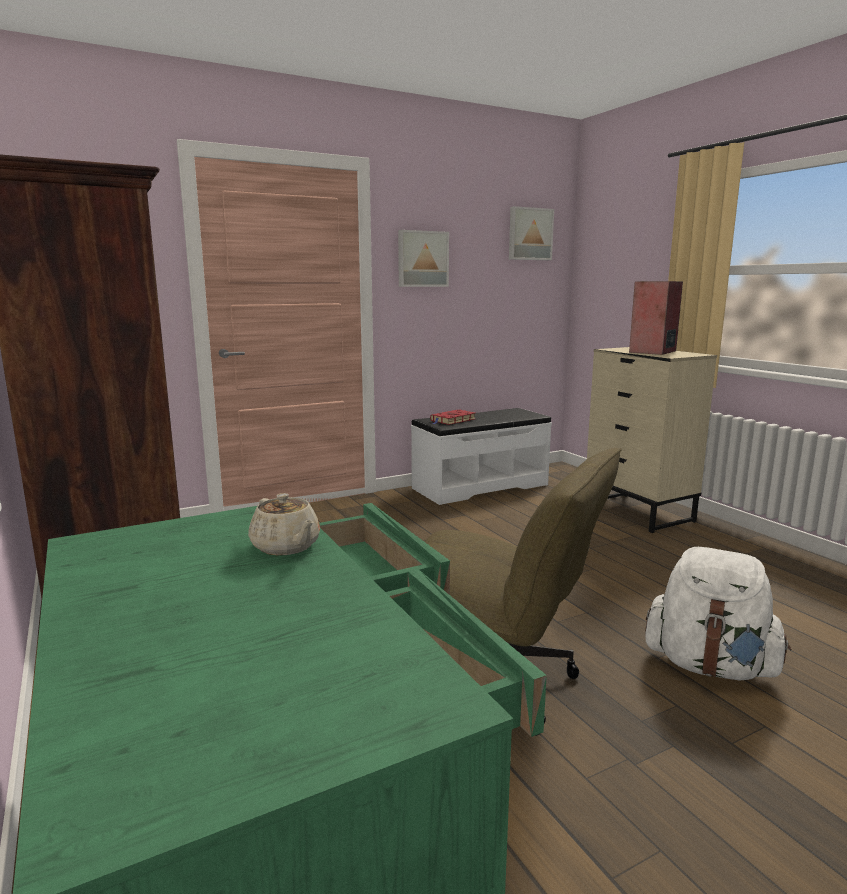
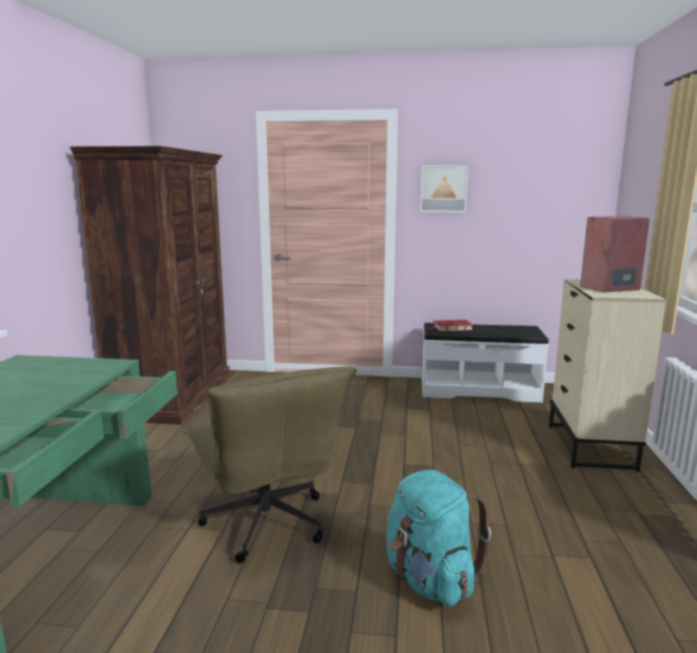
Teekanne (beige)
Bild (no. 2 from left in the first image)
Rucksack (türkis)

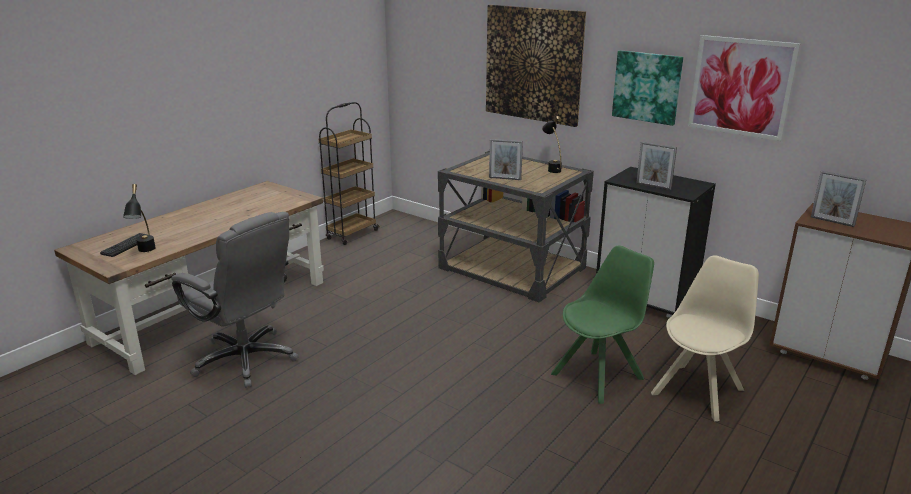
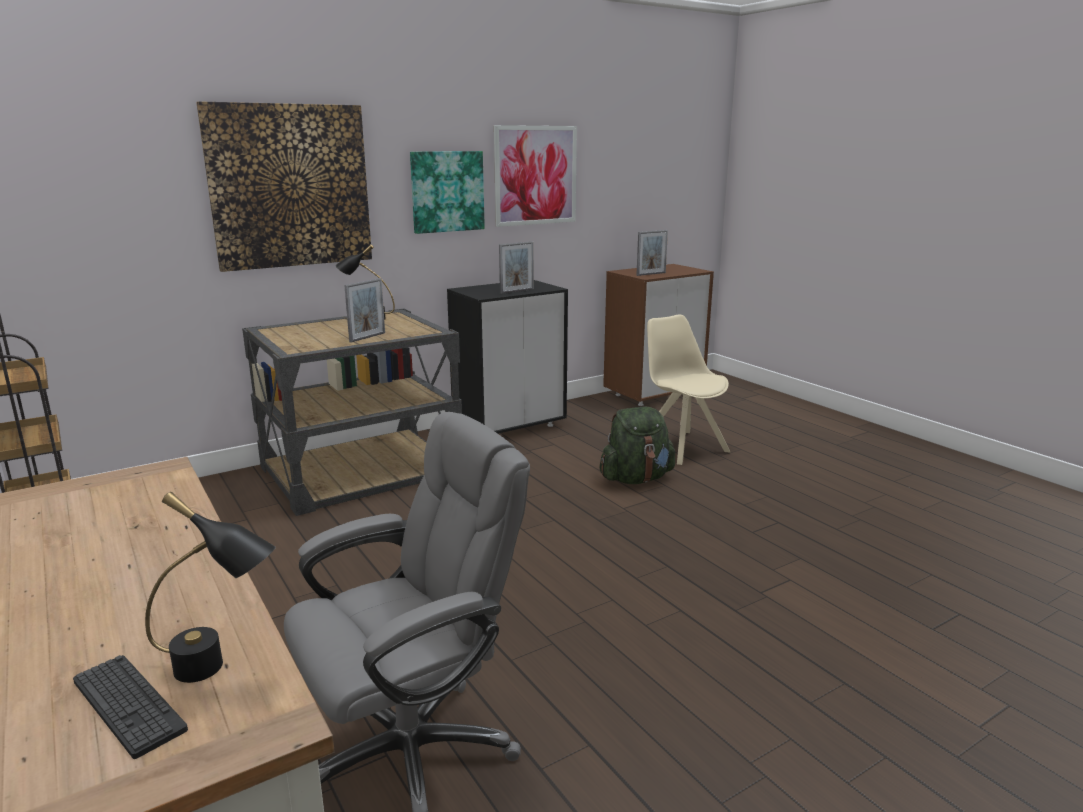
Rucksack (grün)

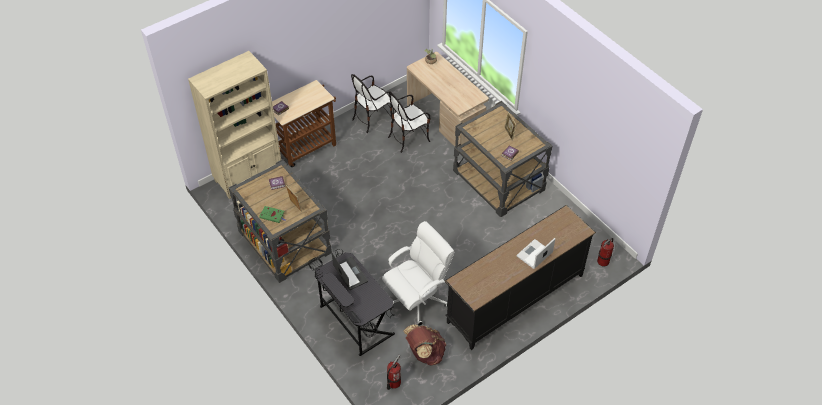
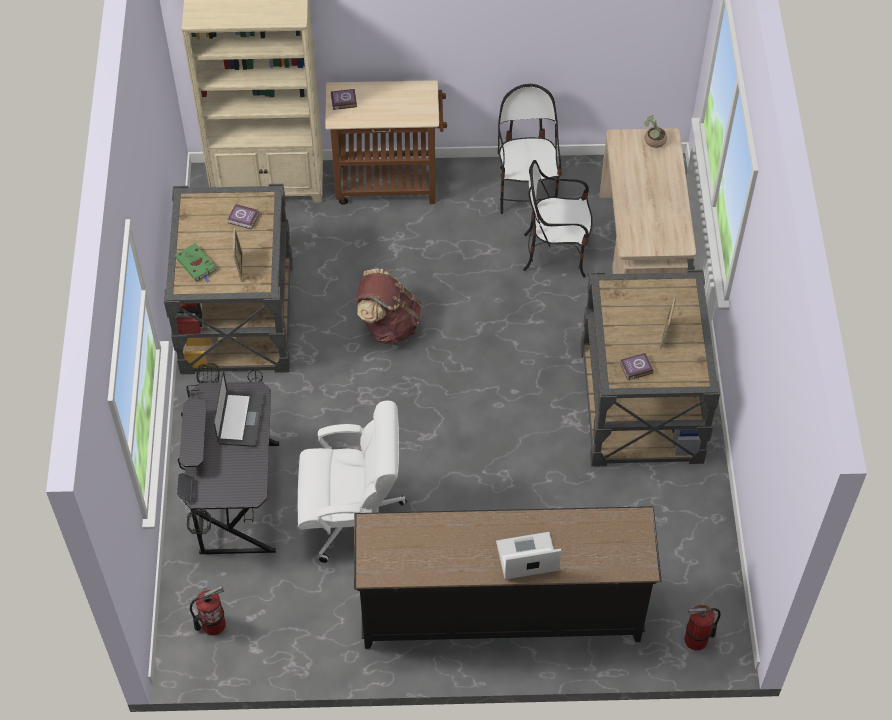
Rucksack (braun)
Stuhl (no. 1 from left)

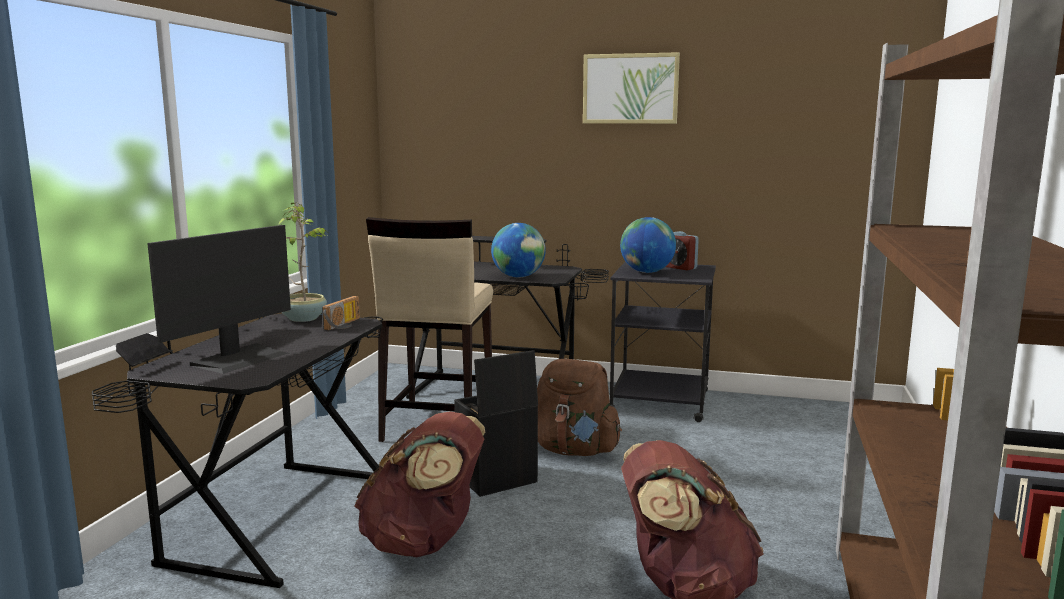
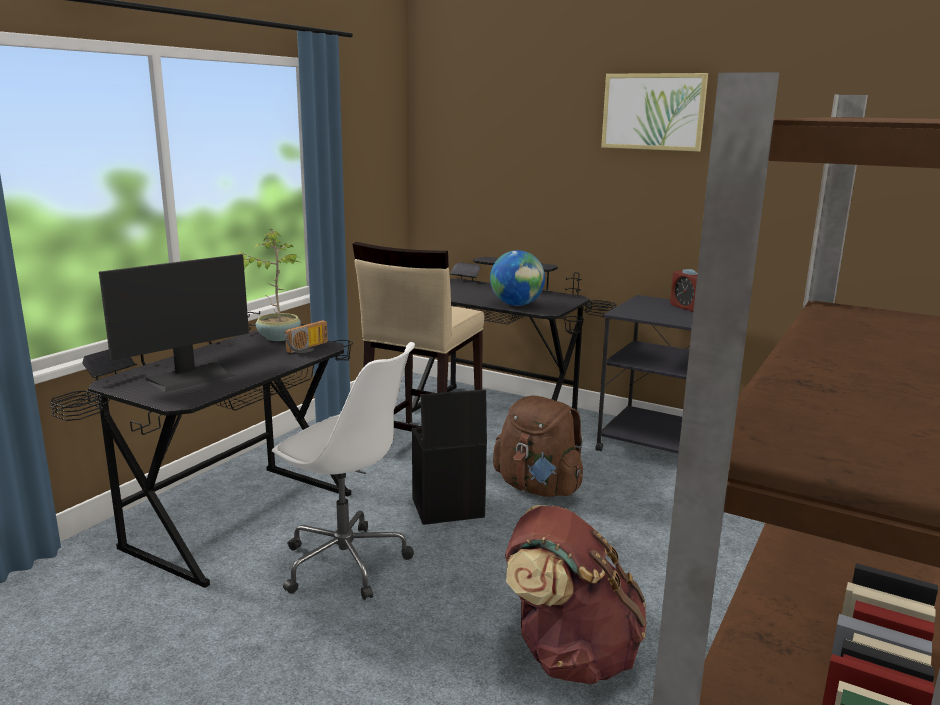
Globus (no. 2 from left in the first image)
Bürostuhl (weiß)

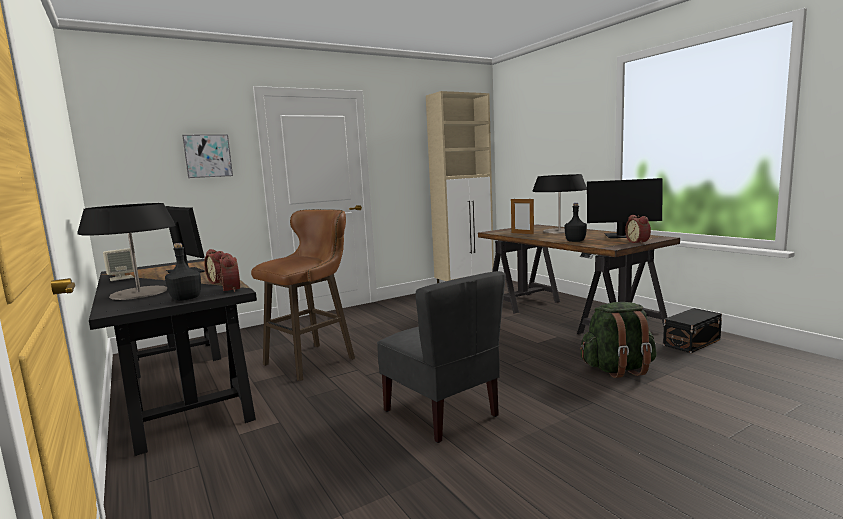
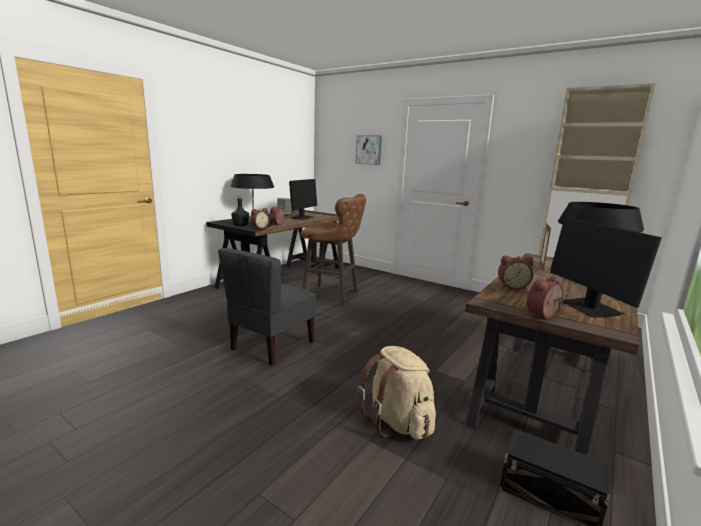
Wecker (no. 3 from left)
Rucksack (beige)

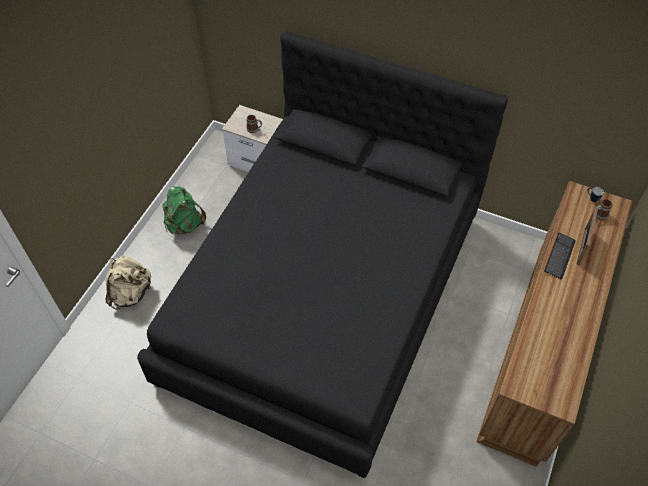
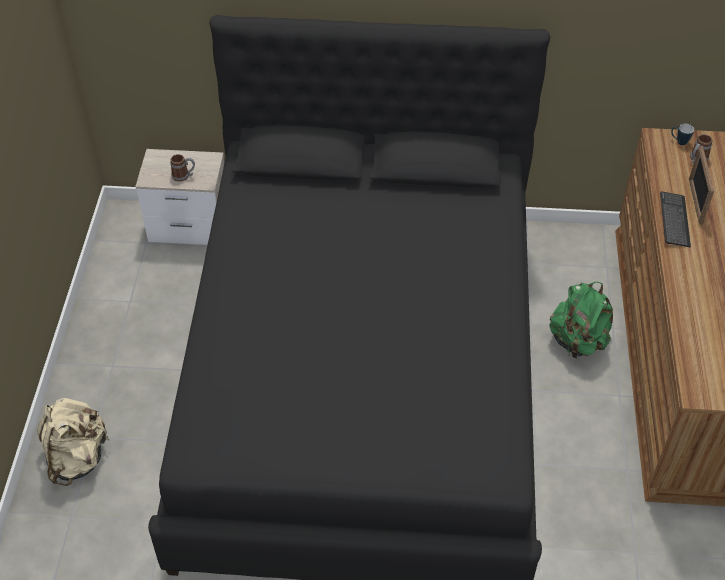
Rucksack (grün)

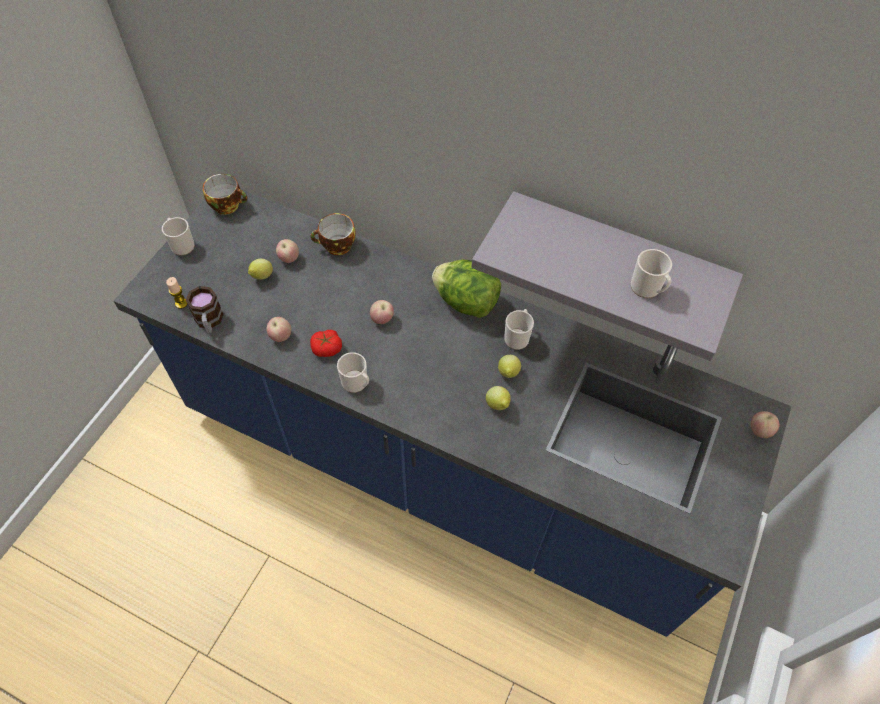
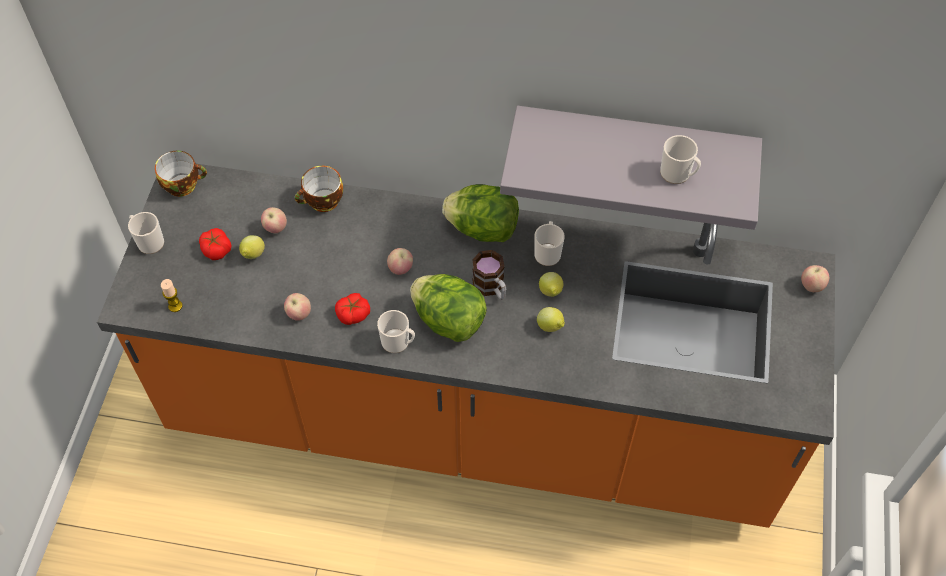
Tomate (no. 1 from left)
Salatkopf (no. 1 from left)
Henkelbecher (no. 3 from left)
Küchenzeile (orange)

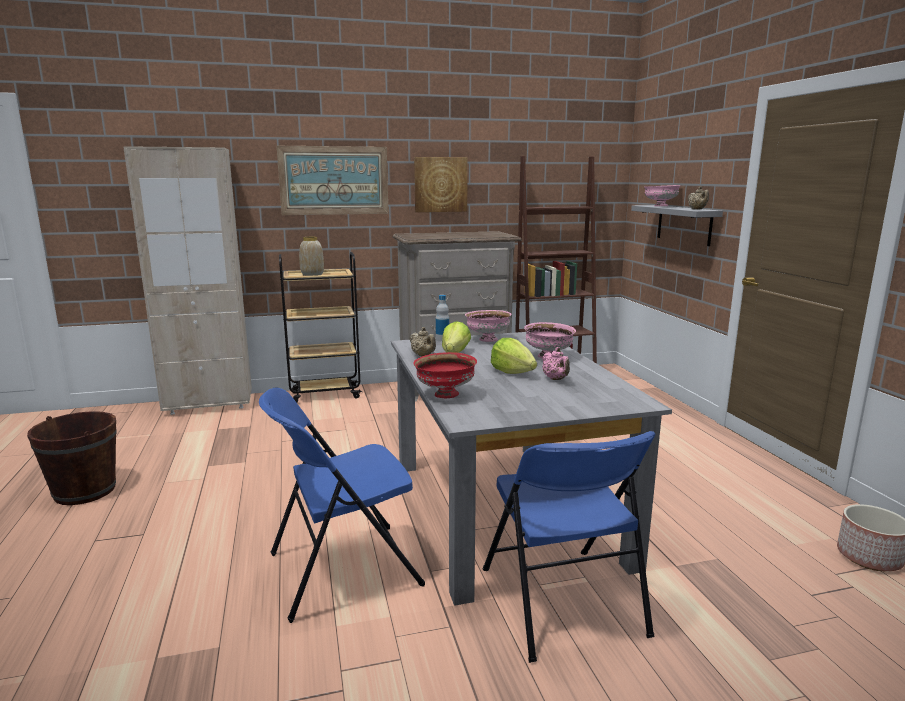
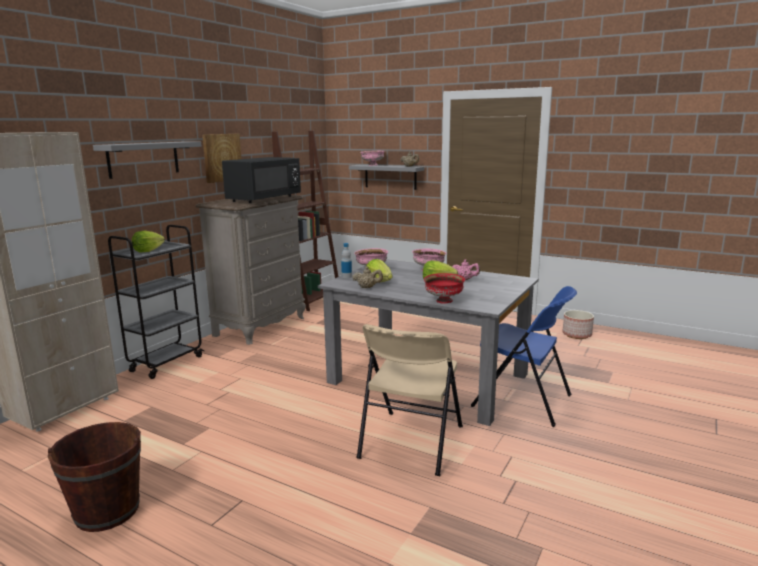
Mikrowelle (schwarz)
Wandregal (grau) (no. 1 from left)
Salatkopf (no. 1 from left)
Stuhl (beige)
Rollwagen (grau)

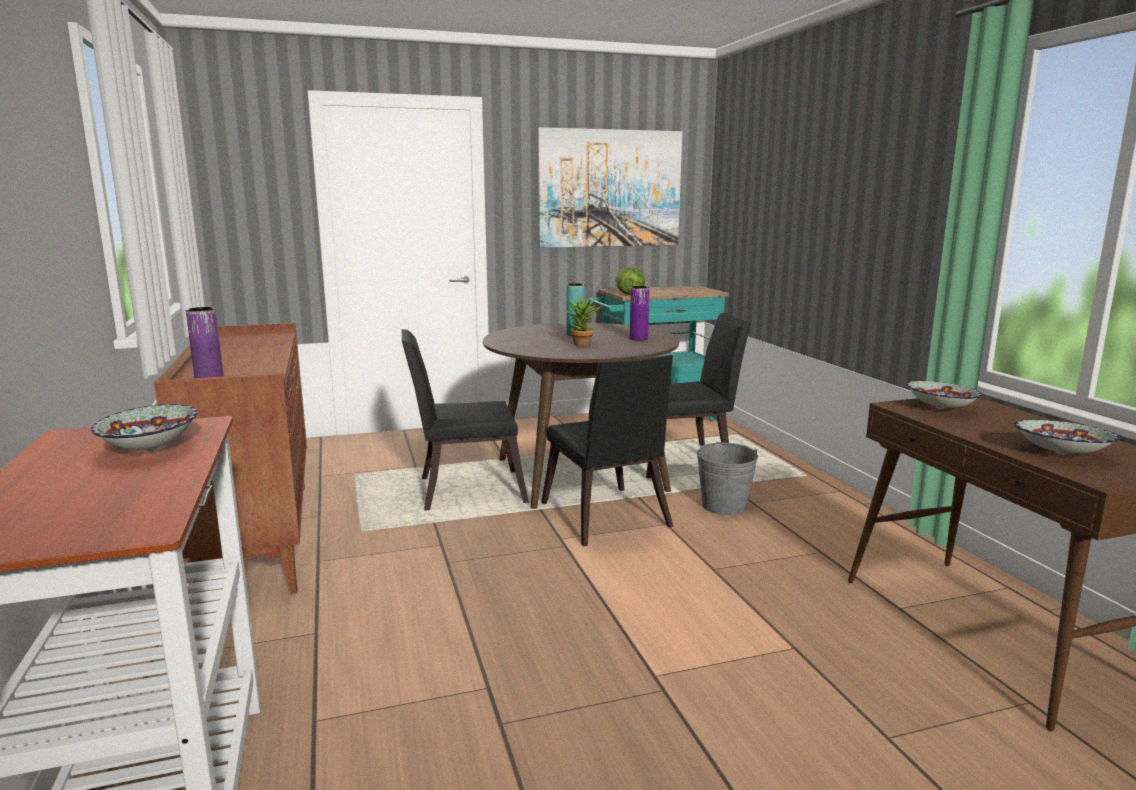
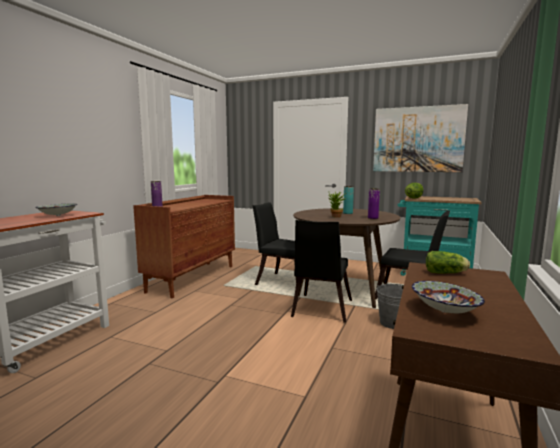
Salatkopf (no. 2 from left)

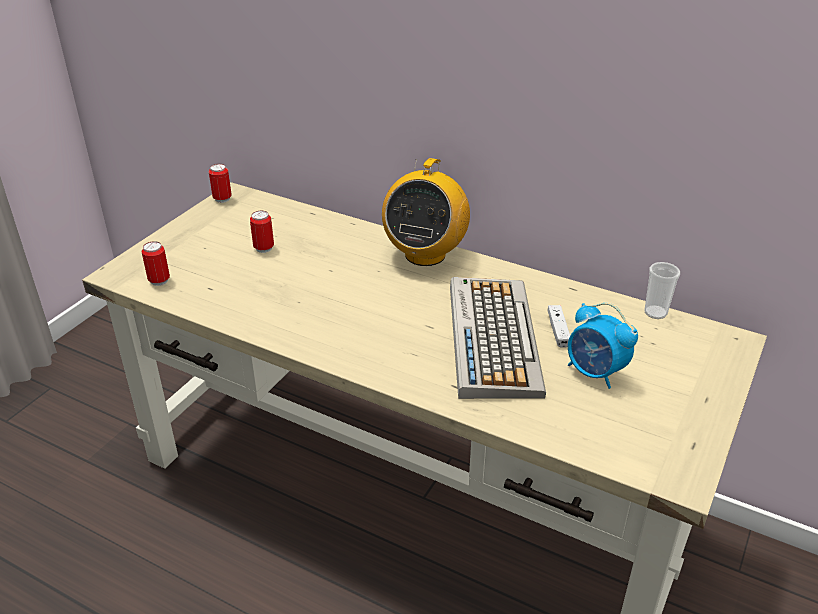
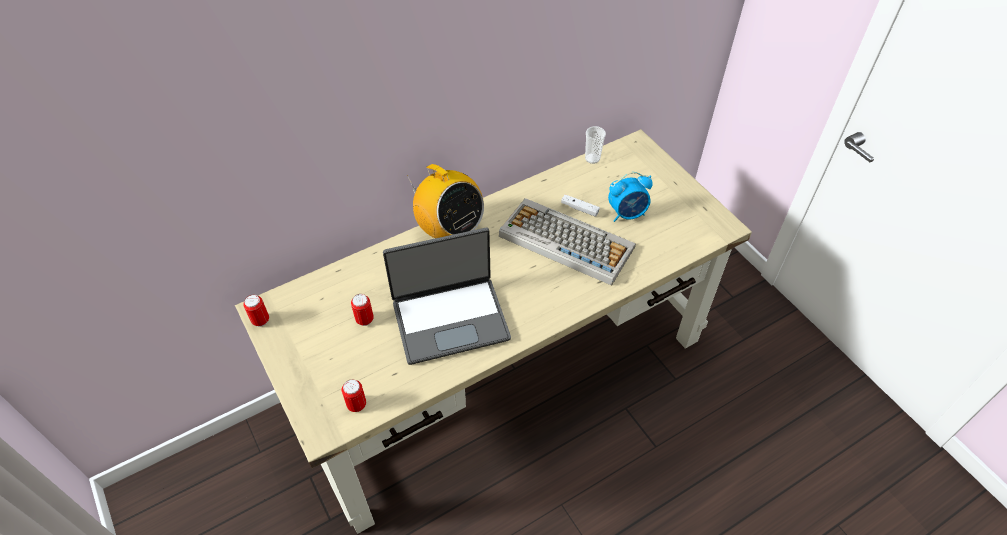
Laptop

